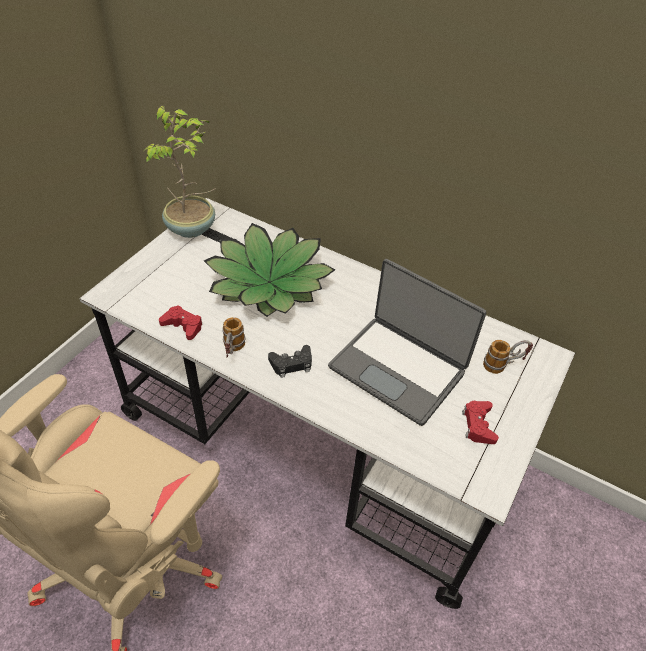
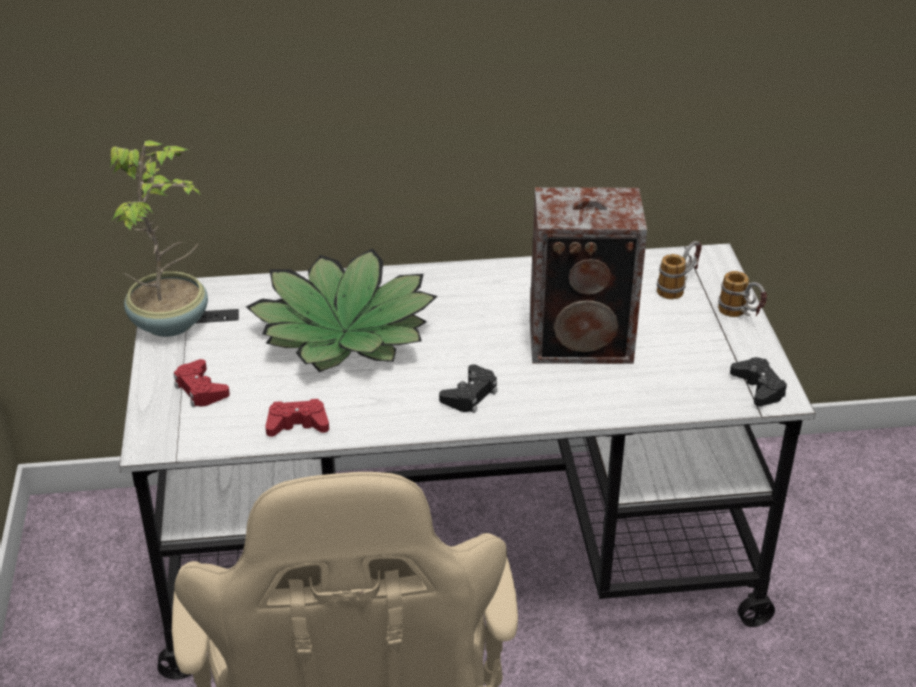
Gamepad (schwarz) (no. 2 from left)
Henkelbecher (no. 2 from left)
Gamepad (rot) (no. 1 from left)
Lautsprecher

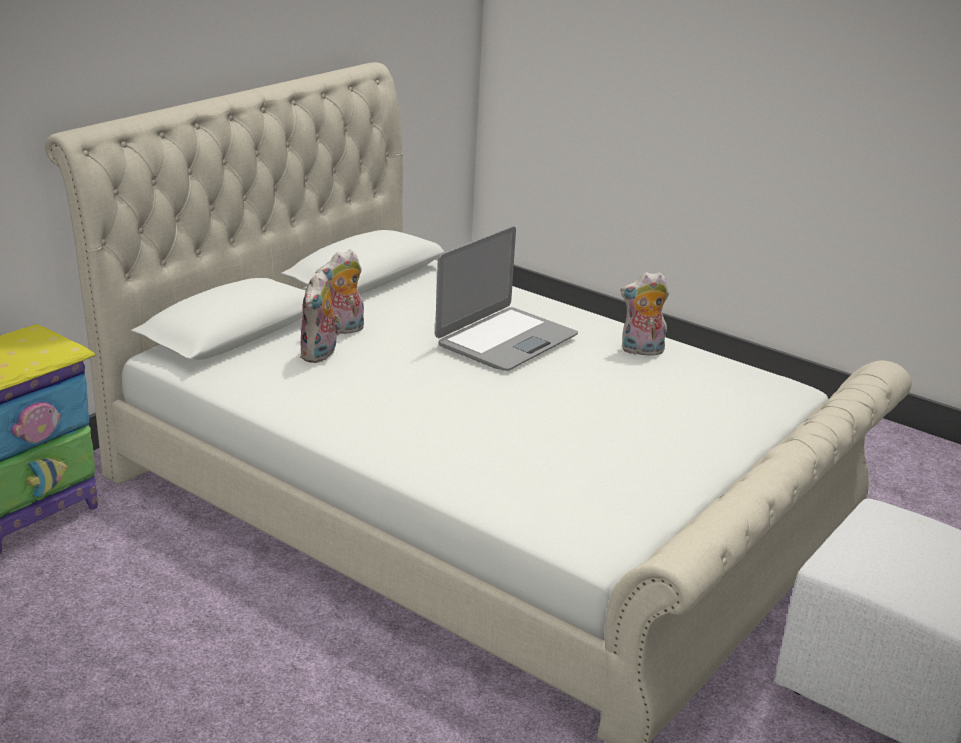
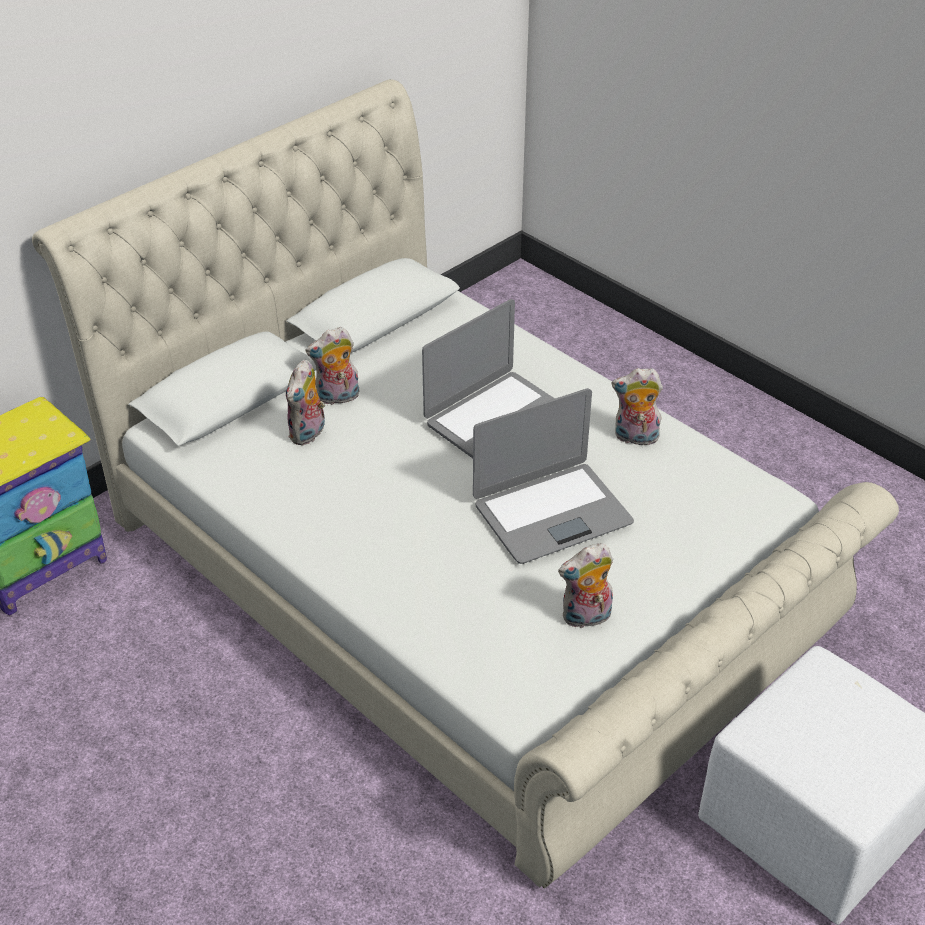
Laptop (no. 2 from left)
Plüschtier (no. 3 from left)

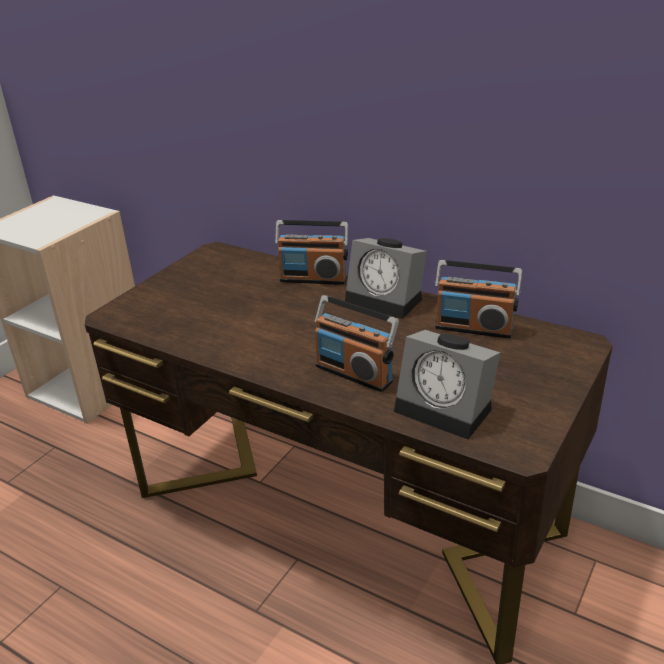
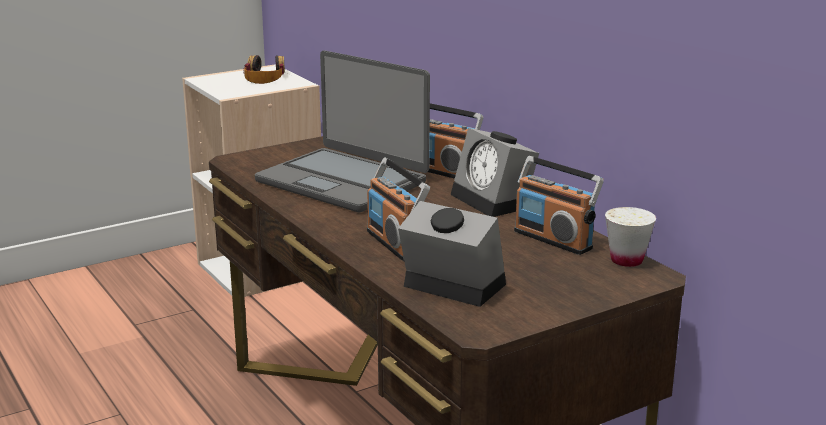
Kopfhörer
Laptop
Tasse (weiß)
Wecker (no. 1 from left)

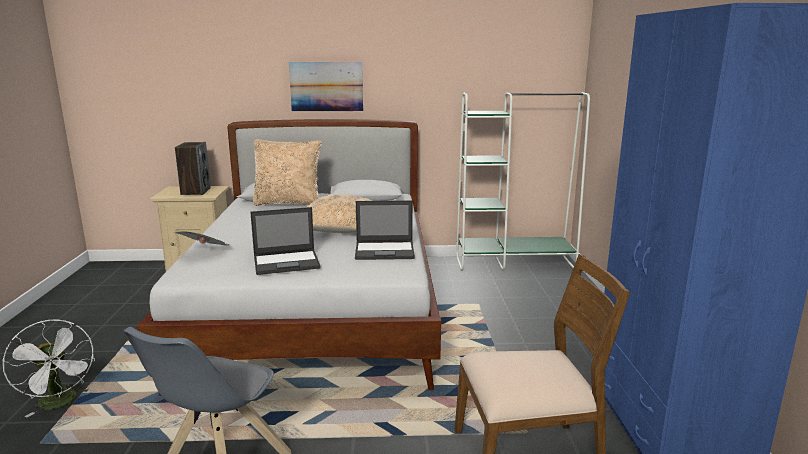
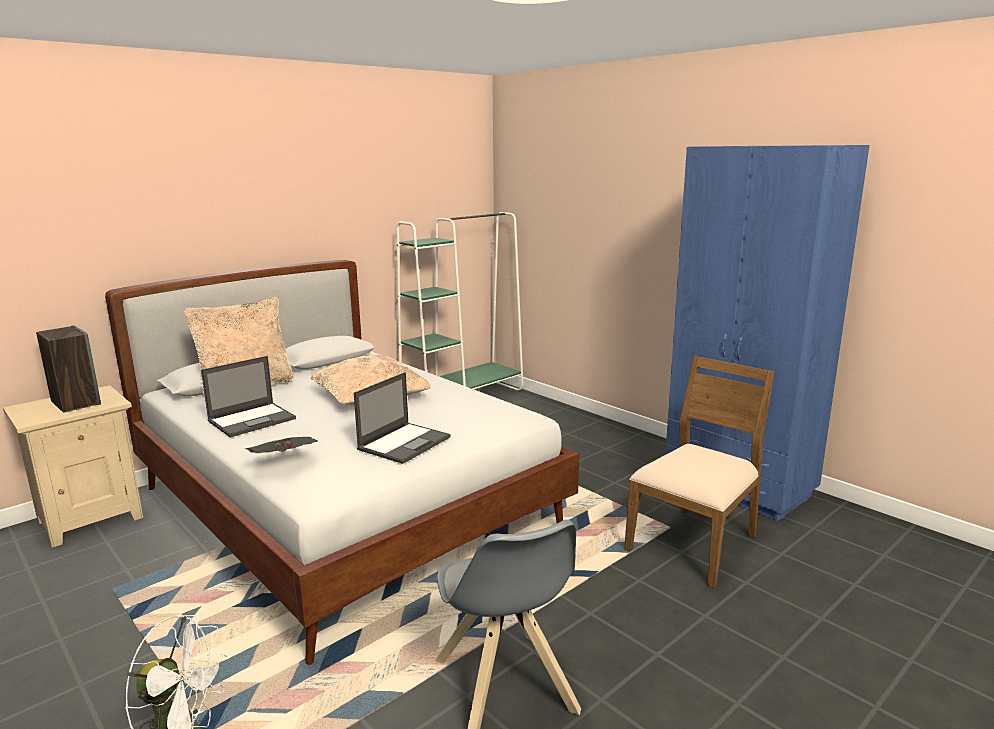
Bild
Laptop (no. 1 from left)

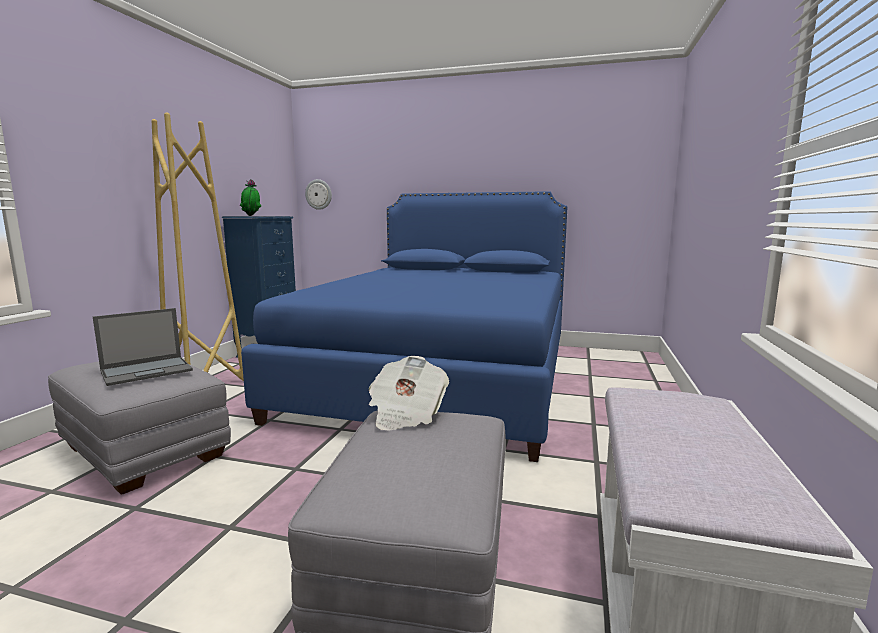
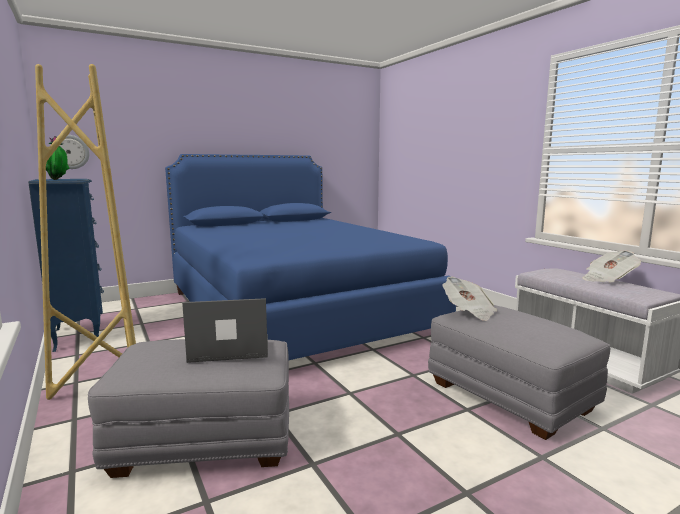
Zeitung (no. 2 from left)
Laptop

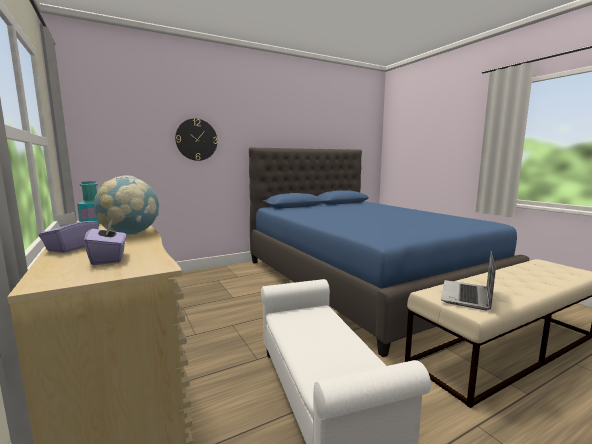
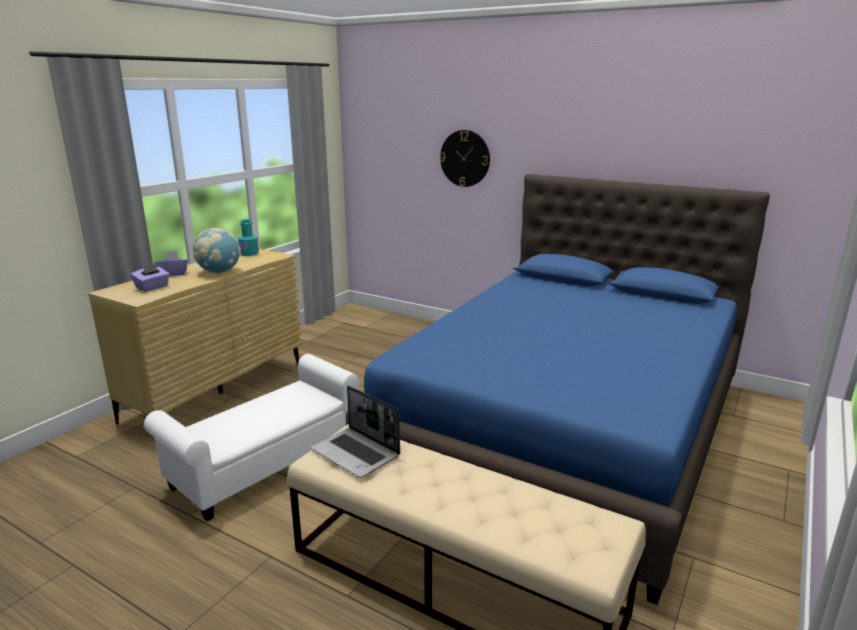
Laptop

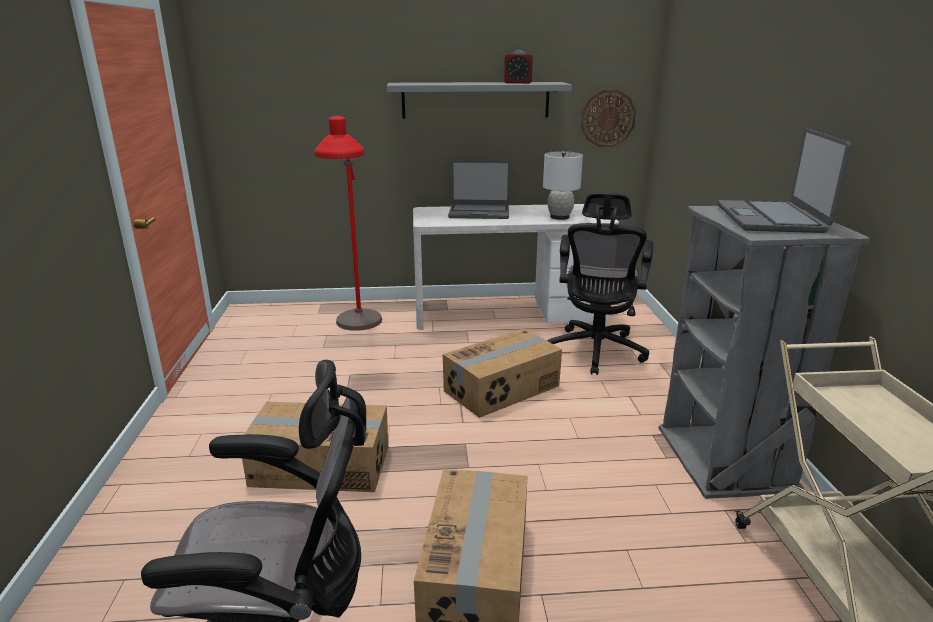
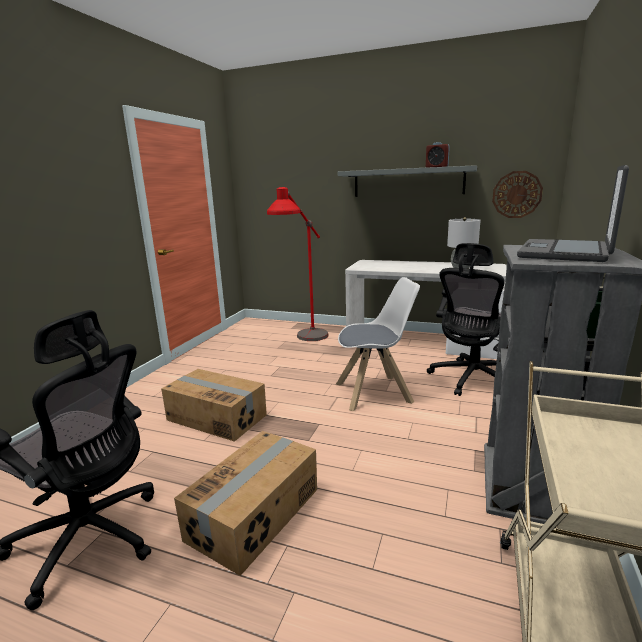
Laptop (no. 1 from left in the first image)
Stuhl

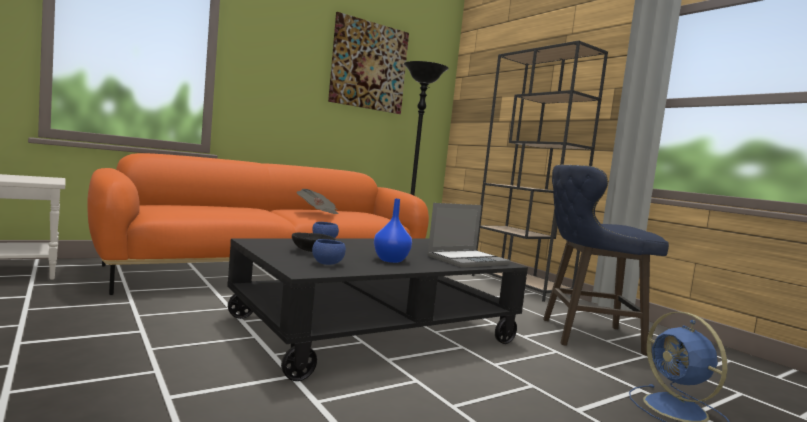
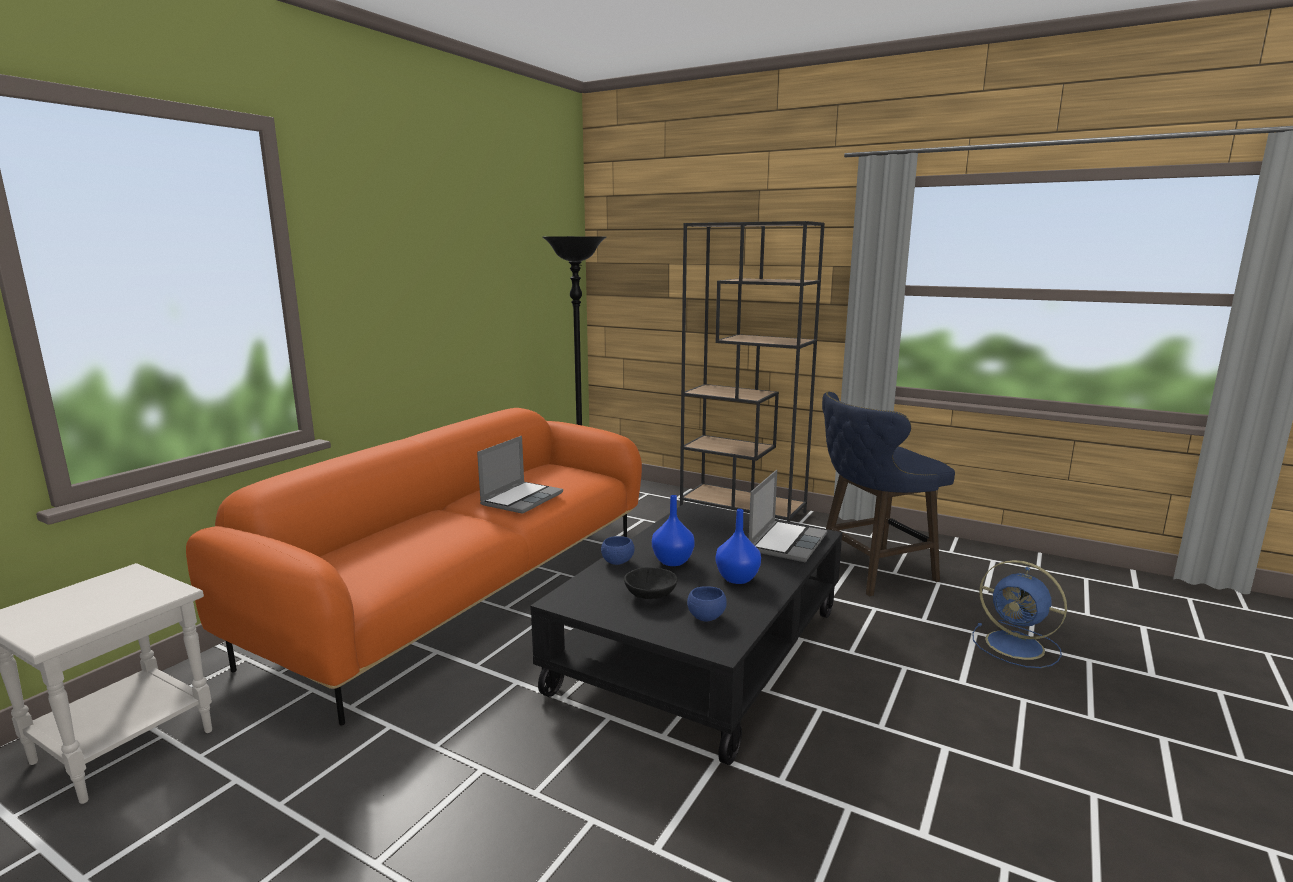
Bild
Vase (blau) (no. 1 from left)
Laptop (no. 1 from left)

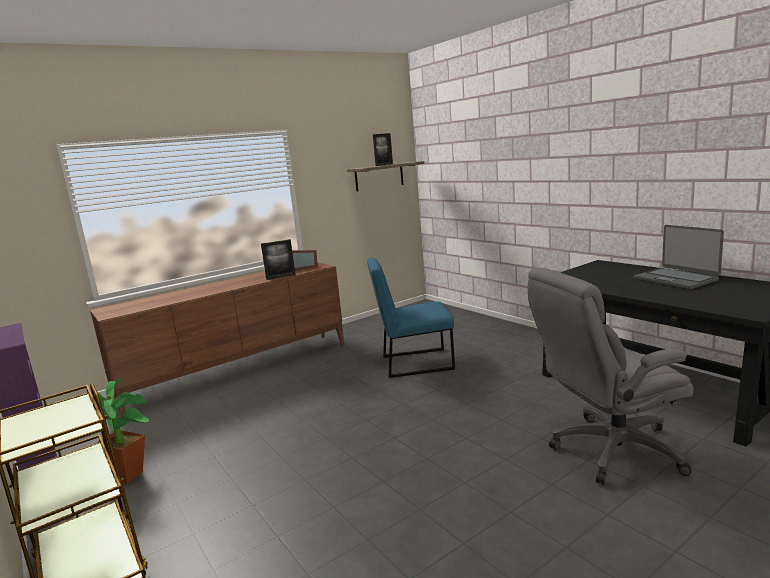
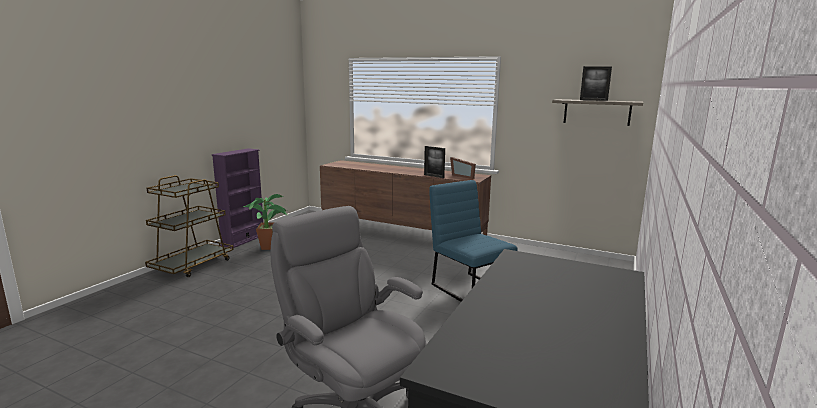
Laptop

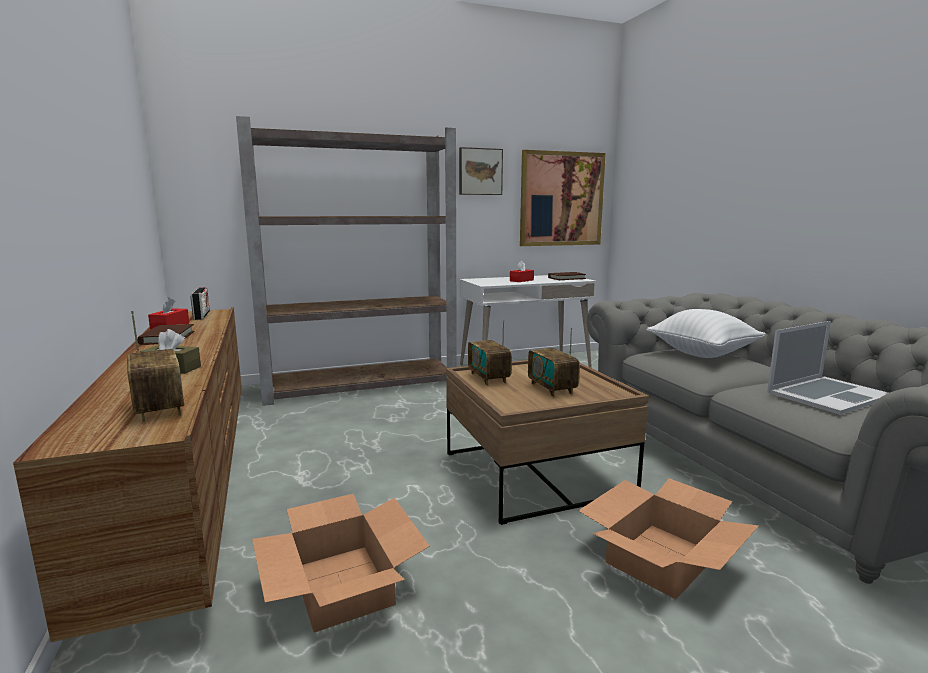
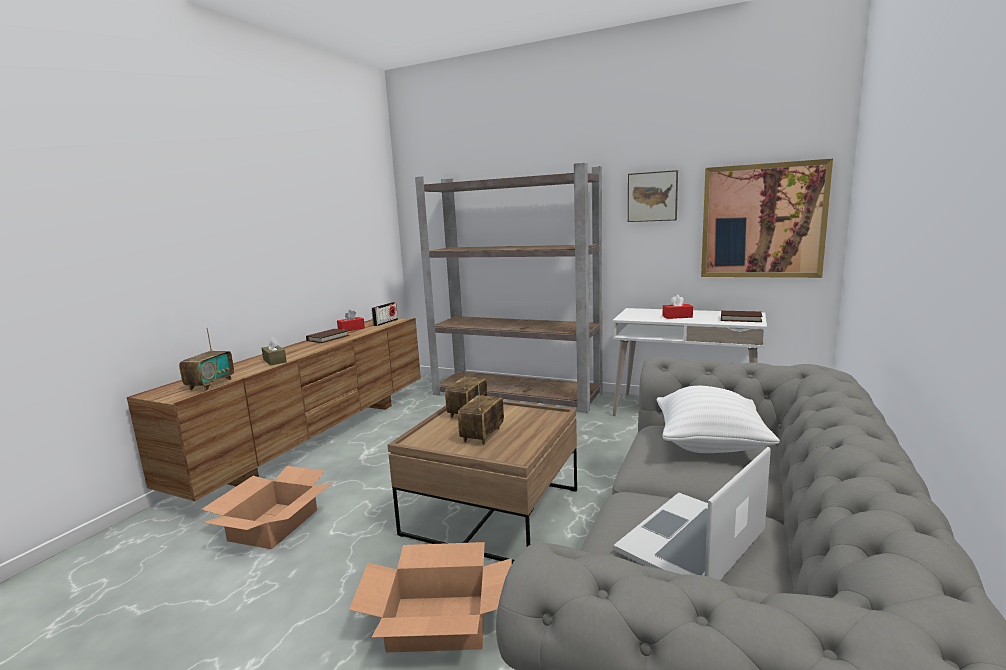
Laptop

